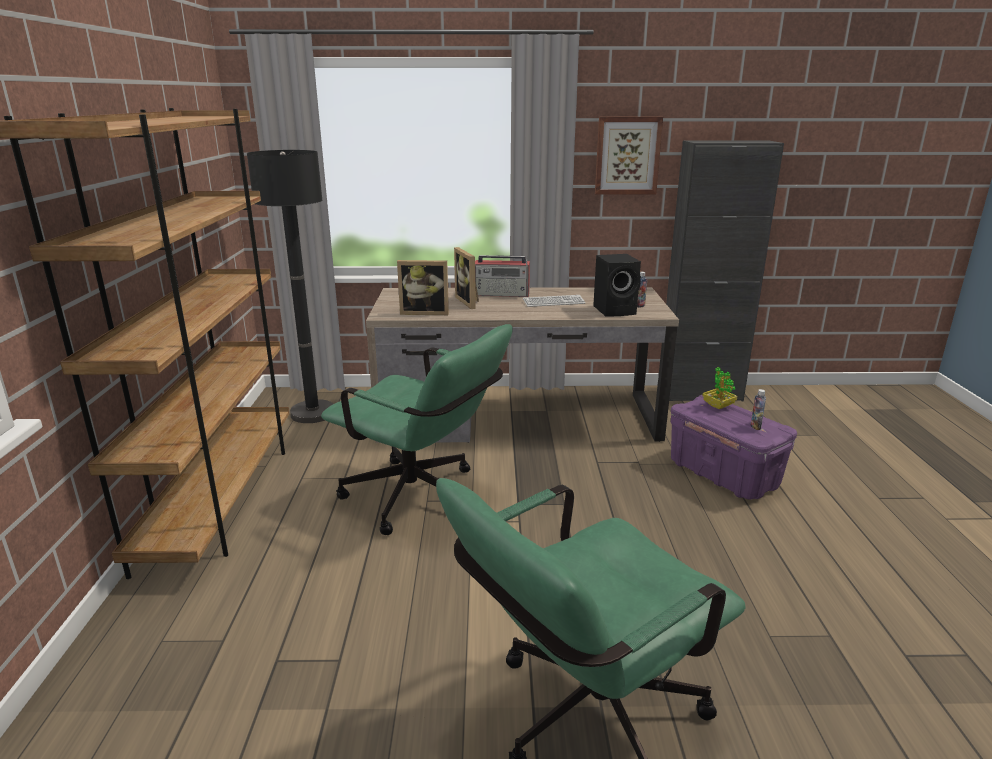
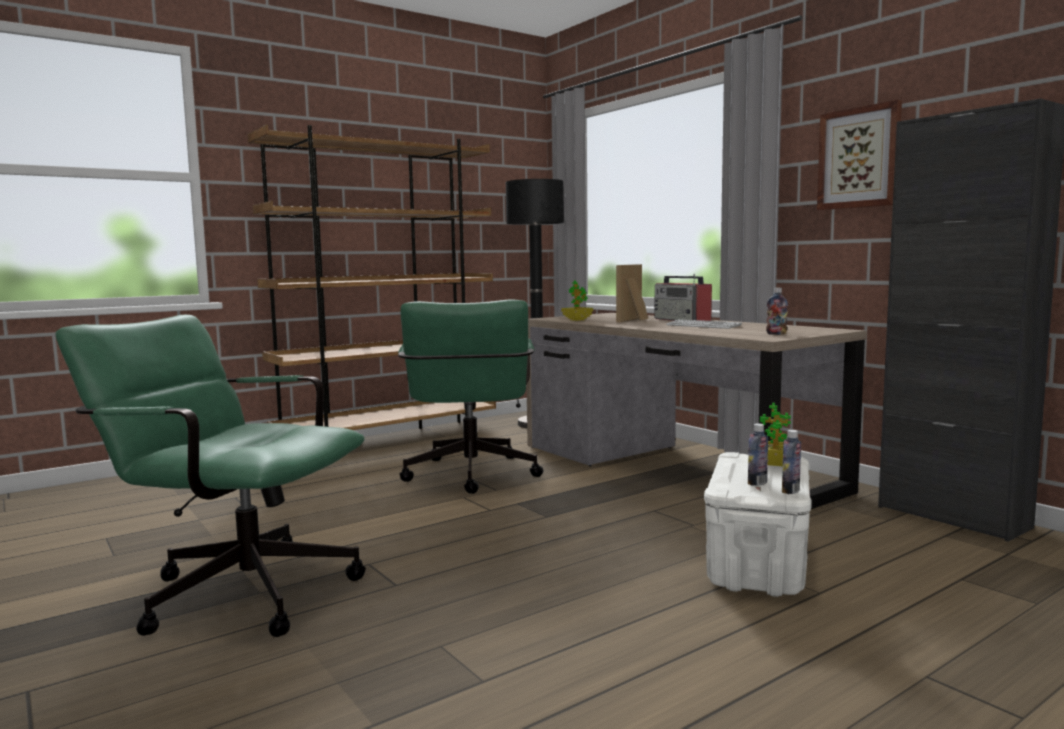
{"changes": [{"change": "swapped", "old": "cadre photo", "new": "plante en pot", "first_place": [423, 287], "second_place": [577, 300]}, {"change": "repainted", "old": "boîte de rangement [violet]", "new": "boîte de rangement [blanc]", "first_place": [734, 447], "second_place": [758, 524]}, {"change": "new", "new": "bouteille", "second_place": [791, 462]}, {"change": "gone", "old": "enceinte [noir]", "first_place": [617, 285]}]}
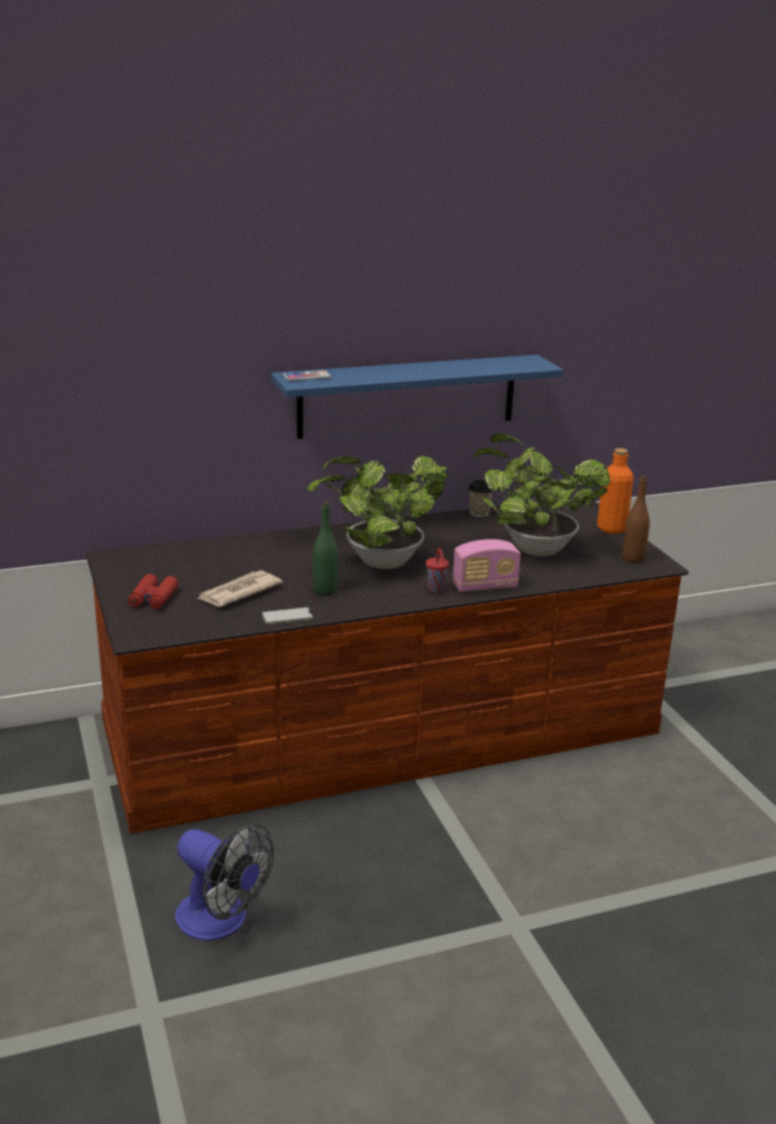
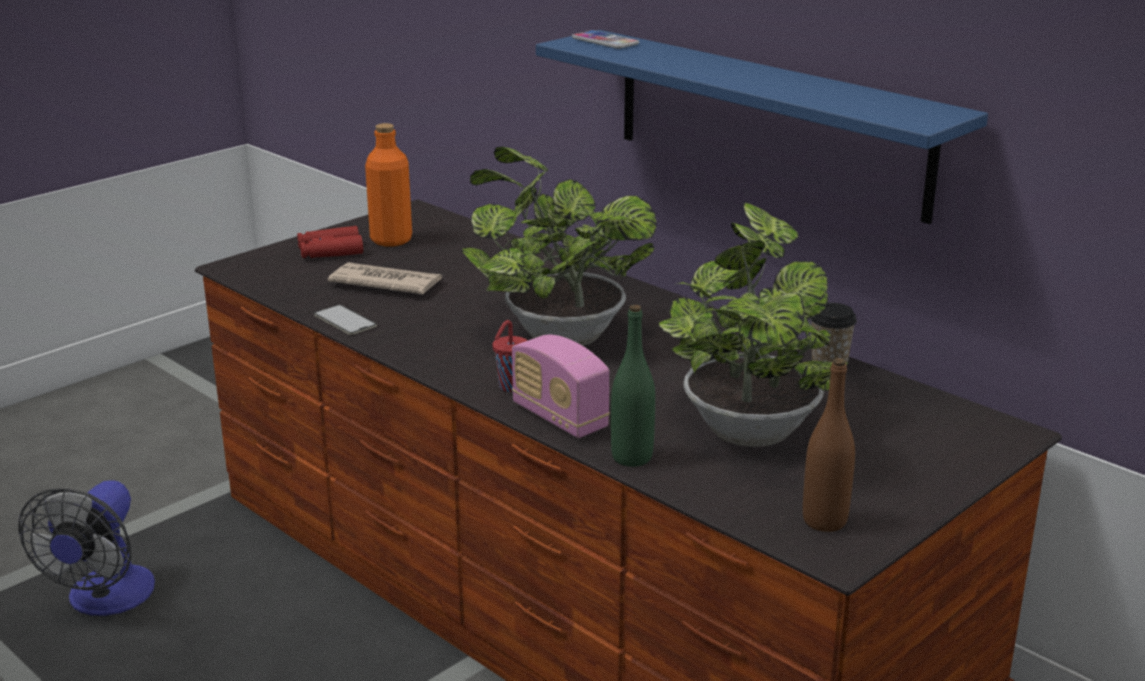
{"changes": [{"change": "shifted", "old": "bouteille [orange]", "first_place": [615, 491], "second_place": [388, 184]}, {"change": "shifted", "old": "bouteille [vert]", "first_place": [325, 548], "second_place": [633, 386]}]}
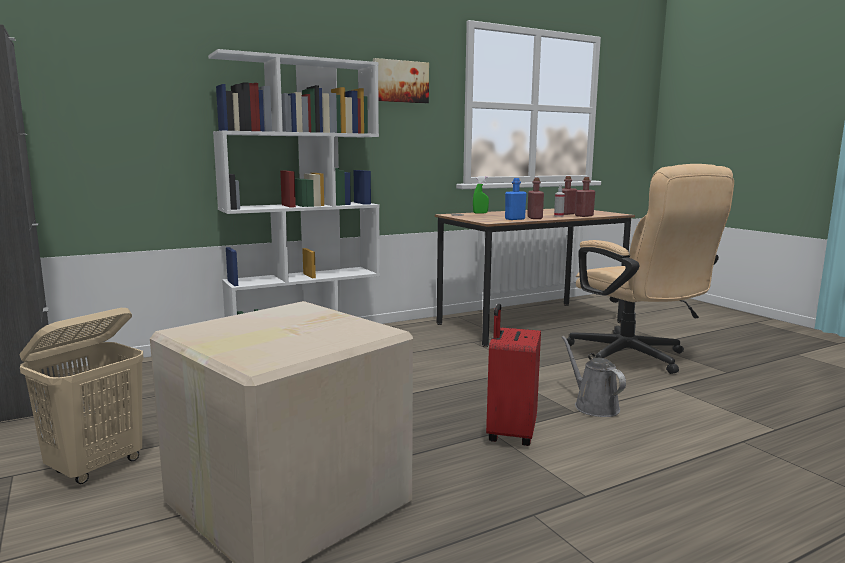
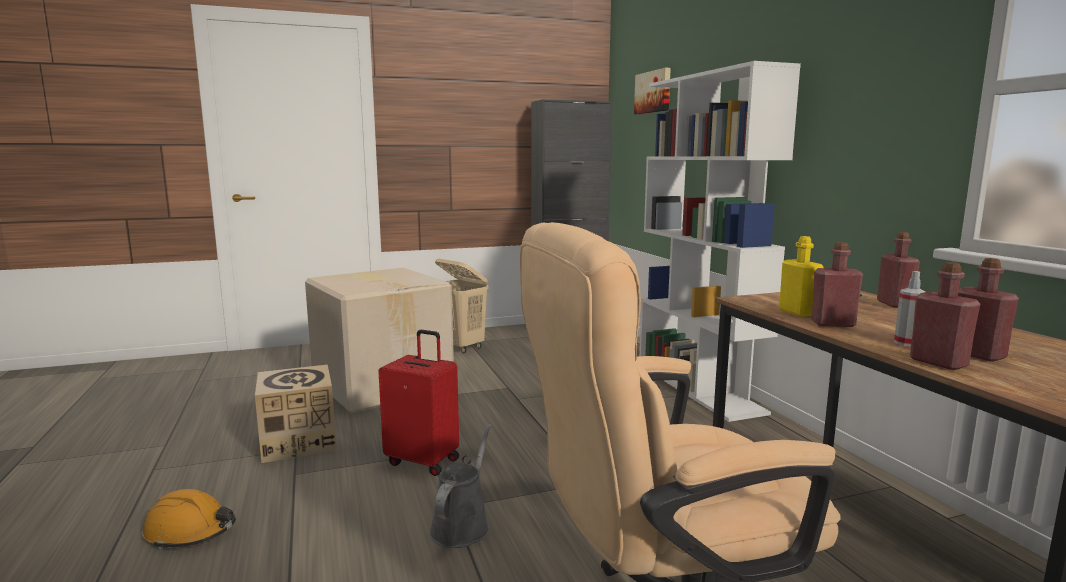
{"changes": [{"change": "new", "new": "casque de chantier [orange]", "second_place": [189, 519]}, {"change": "new", "new": "carton", "second_place": [296, 413]}, {"change": "rotated", "old": "arrosoir [gris]", "first_place": [594, 376], "second_place": [460, 486], "degrees": -60}, {"change": "shifted", "old": "tableau", "first_place": [401, 80], "second_place": [652, 91]}, {"change": "repainted", "old": "bouteille [bleu]", "new": "bouteille [jaune]", "first_place": [516, 199], "second_place": [801, 276]}, {"change": "swapped", "old": "vaporisateur [vert]", "new": "bouteille [rouge]", "first_place": [481, 194], "second_place": [898, 270]}]}
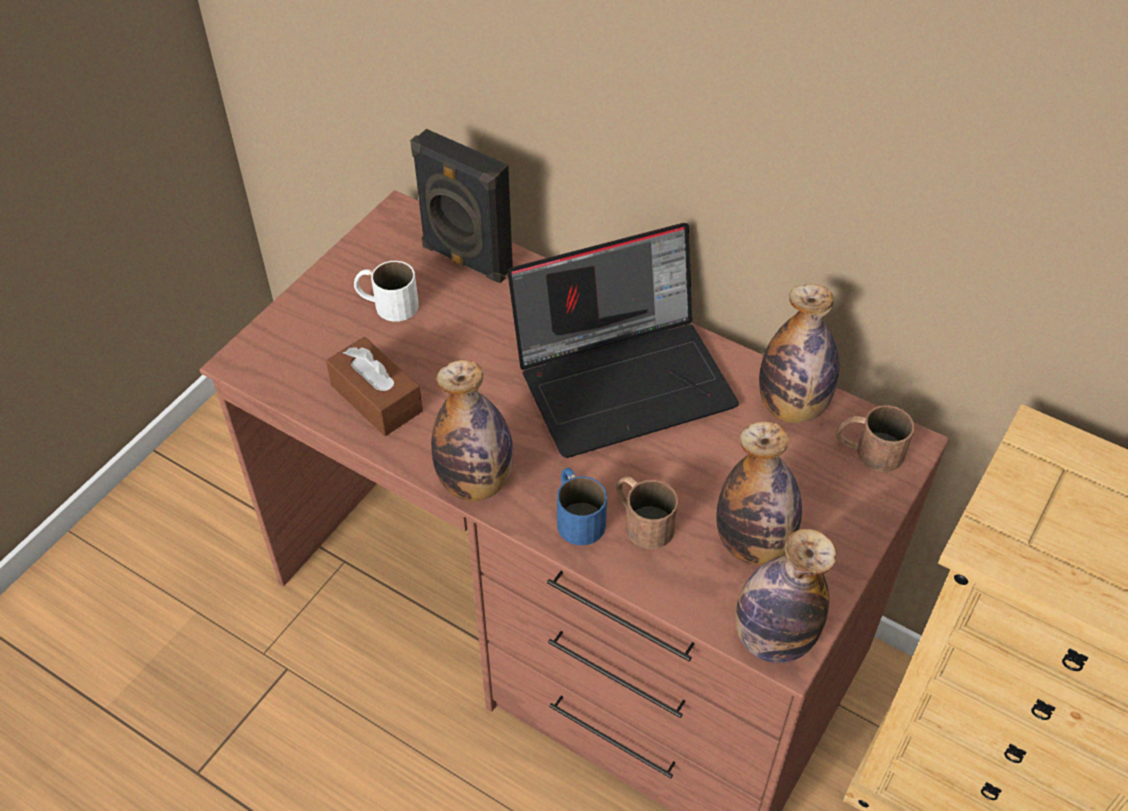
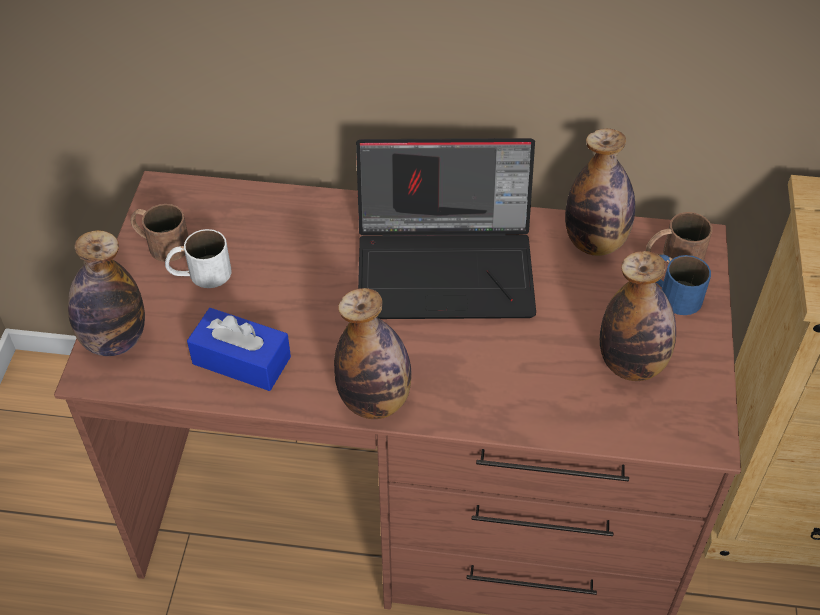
{"changes": [{"change": "shifted", "old": "bouteille", "first_place": [785, 596], "second_place": [106, 293]}, {"change": "shifted", "old": "mug [marron]", "first_place": [647, 512], "second_place": [159, 233]}, {"change": "repainted", "old": "boîte à mouchoirs [marron]", "new": "boîte à mouchoirs [bleu]", "first_place": [374, 386], "second_place": [239, 349]}, {"change": "rotated", "old": "ordinateur portable", "first_place": [623, 340], "second_place": [446, 228], "degrees": 45}, {"change": "shifted", "old": "mug [bleu]", "first_place": [582, 506], "second_place": [683, 285]}, {"change": "gone", "old": "enceinte [noir]", "first_place": [461, 206]}]}
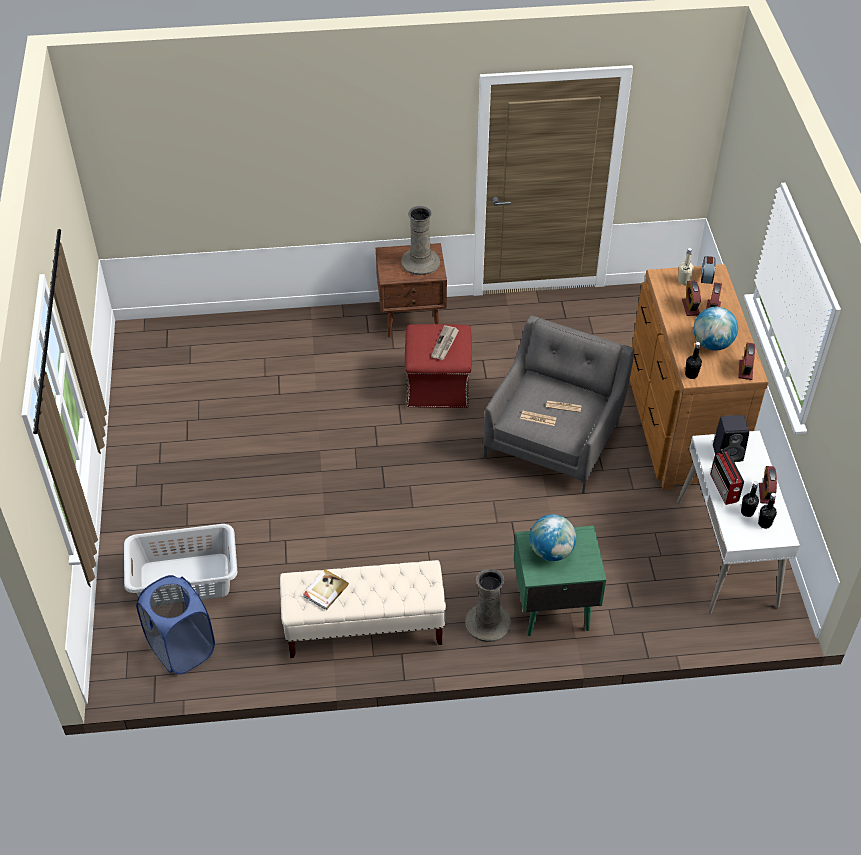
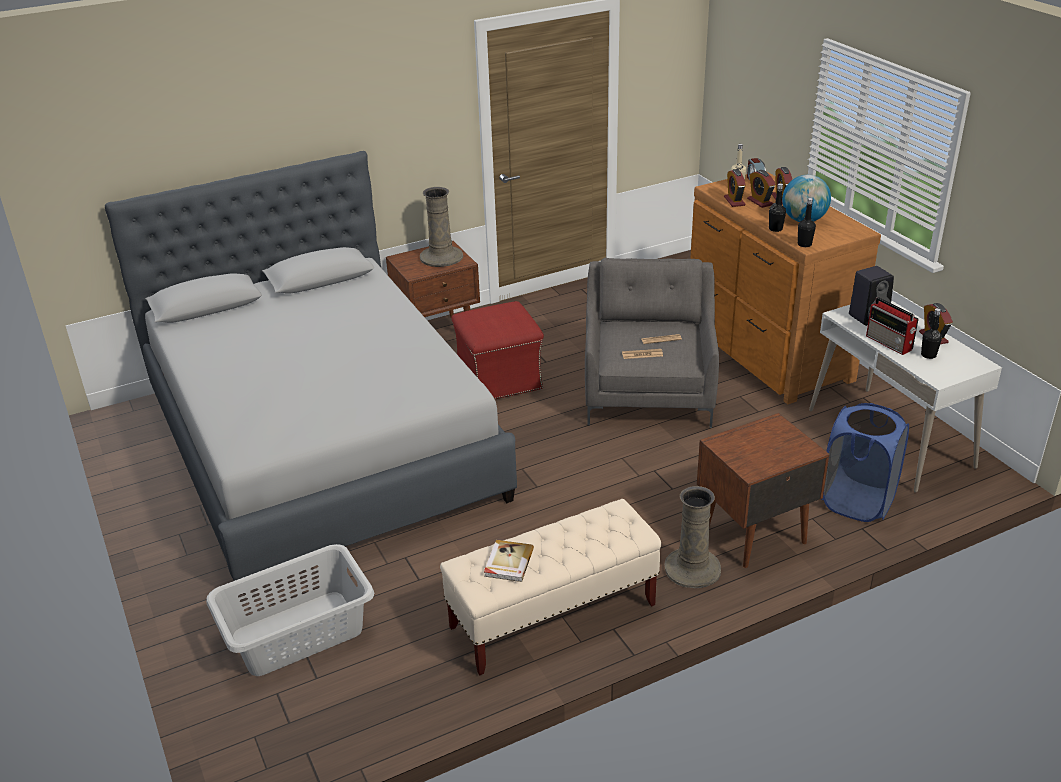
{"changes": [{"change": "new", "new": "lit [gris]", "second_place": [311, 372]}, {"change": "repainted", "old": "table de chevet [vert]", "new": "table de chevet [marron]", "first_place": [560, 581], "second_place": [763, 490]}, {"change": "shifted", "old": "réveil", "first_place": [746, 361], "second_place": [735, 188]}, {"change": "shifted", "old": "bouteille [noir]", "first_place": [767, 511], "second_place": [777, 207]}, {"change": "shifted", "old": "panier à linge [bleu]", "first_place": [175, 624], "second_place": [865, 462]}, {"change": "gone", "old": "journal", "first_place": [445, 342]}, {"change": "gone", "old": "globe", "first_place": [553, 537]}]}
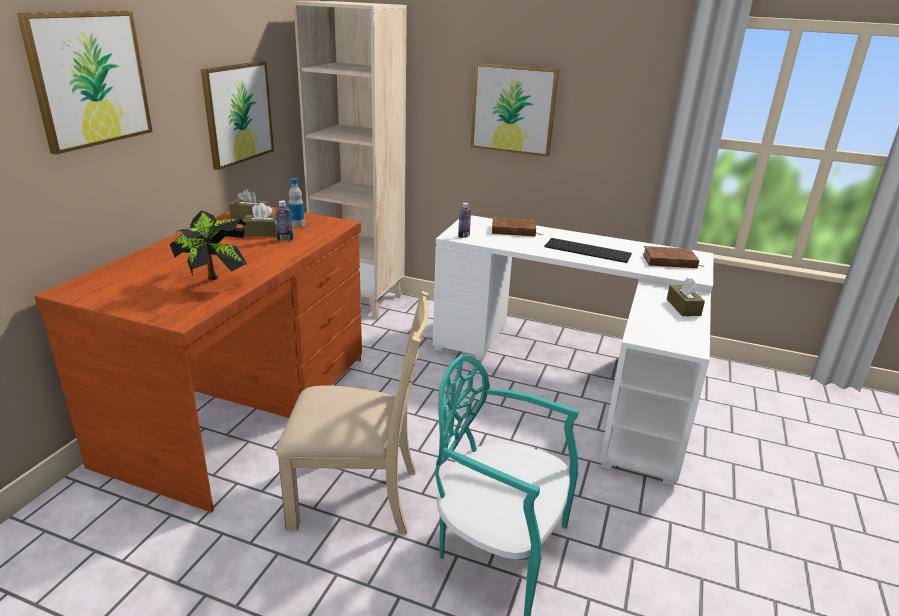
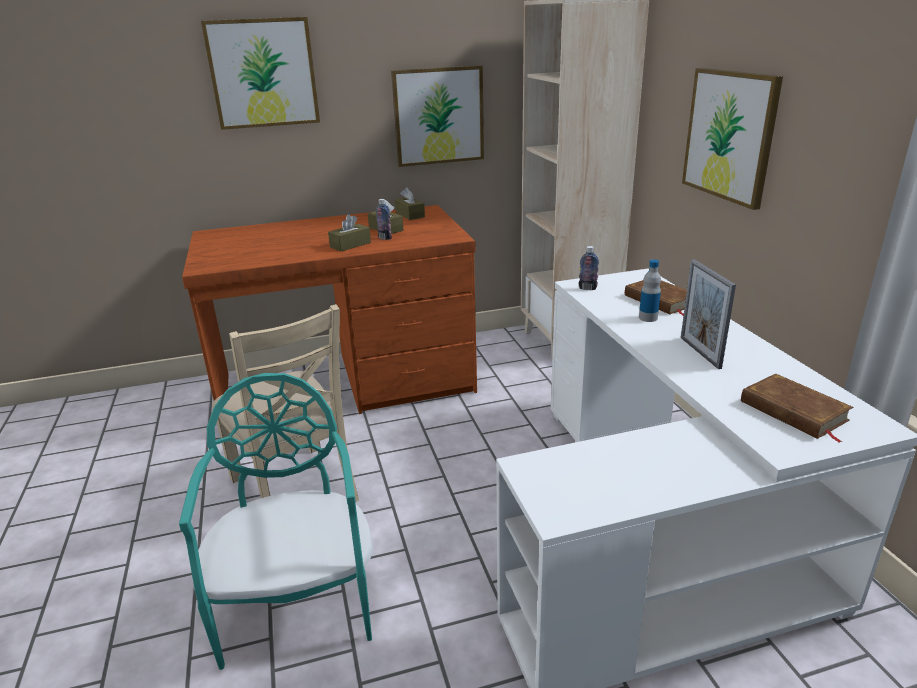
{"changes": [{"change": "shifted", "old": "boîte à mouchoirs [marron]", "first_place": [686, 297], "second_place": [349, 232]}, {"change": "shifted", "old": "bouteille", "first_place": [297, 202], "second_place": [650, 290]}, {"change": "swapped", "old": "clavier", "new": "cadre photo", "first_place": [588, 250], "second_place": [708, 314]}, {"change": "gone", "old": "plante en pot", "first_place": [208, 245]}]}
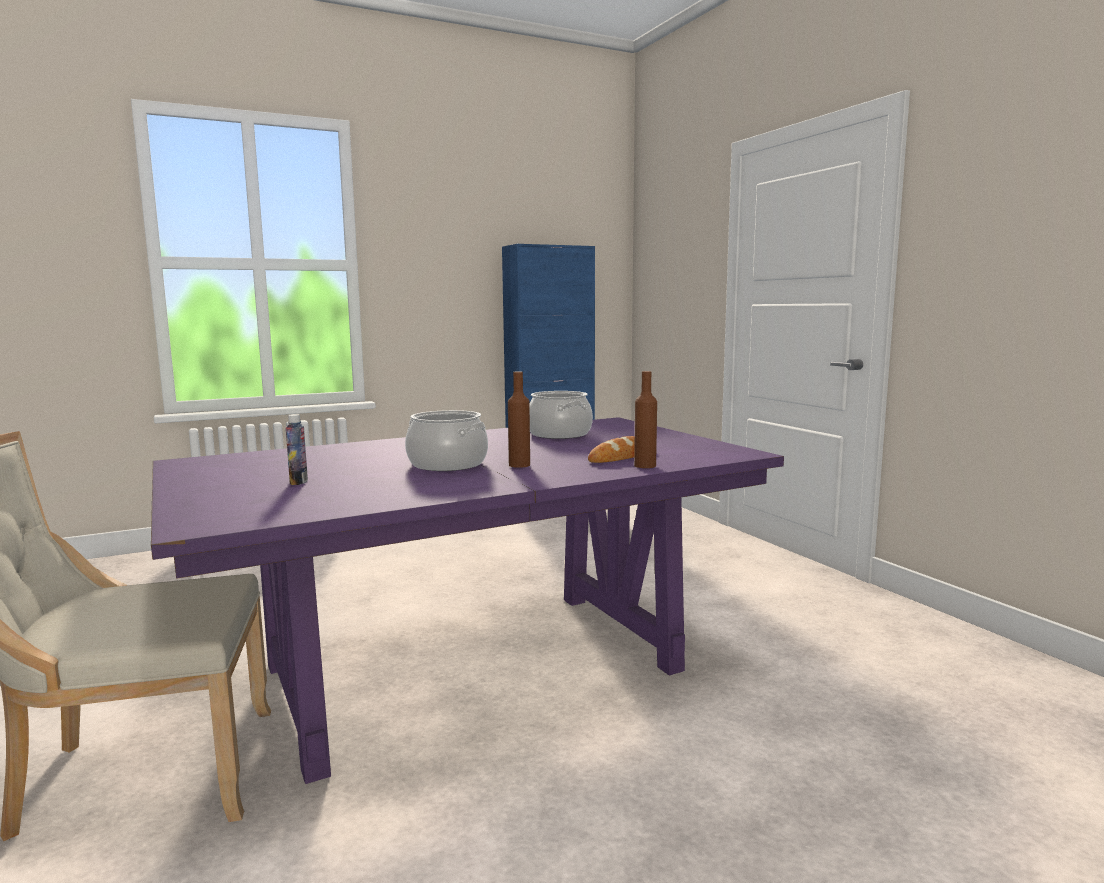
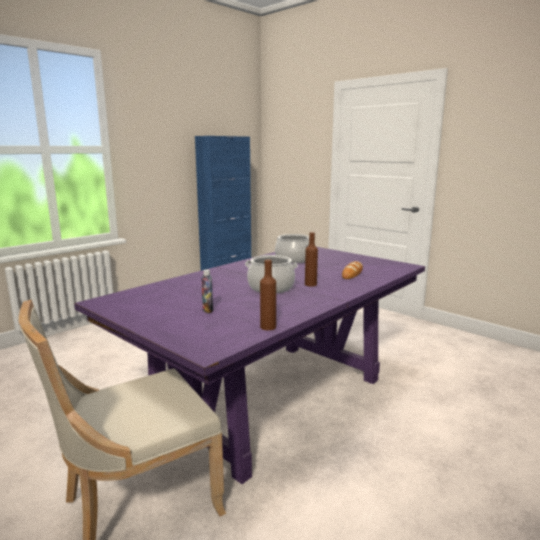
{"changes": [{"change": "shifted", "old": "bouteille [marron]", "first_place": [645, 419], "second_place": [268, 295]}]}
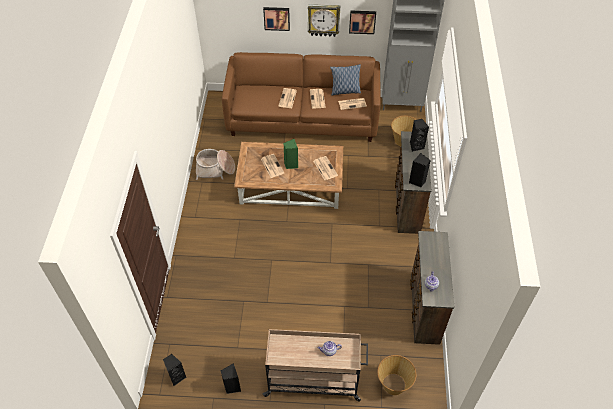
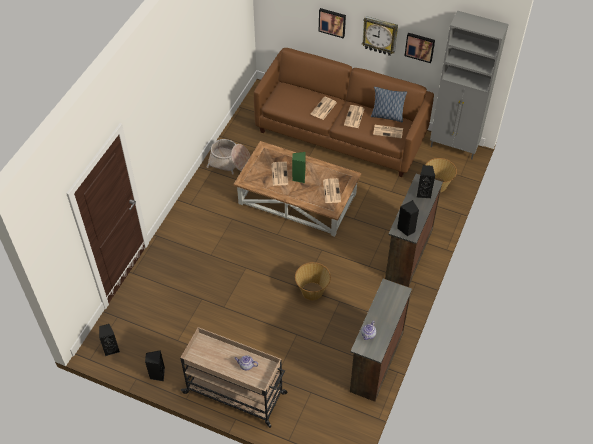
{"changes": [{"change": "shifted", "old": "panier", "first_place": [396, 375], "second_place": [313, 281]}]}
